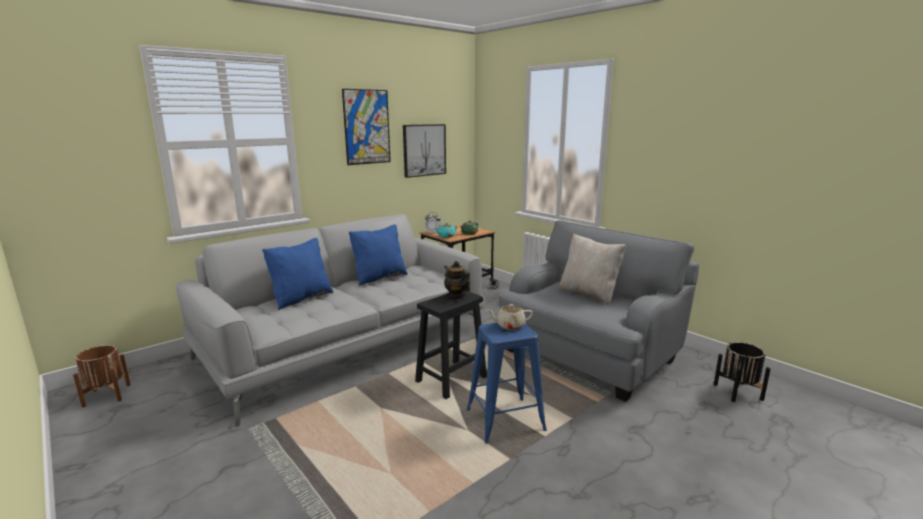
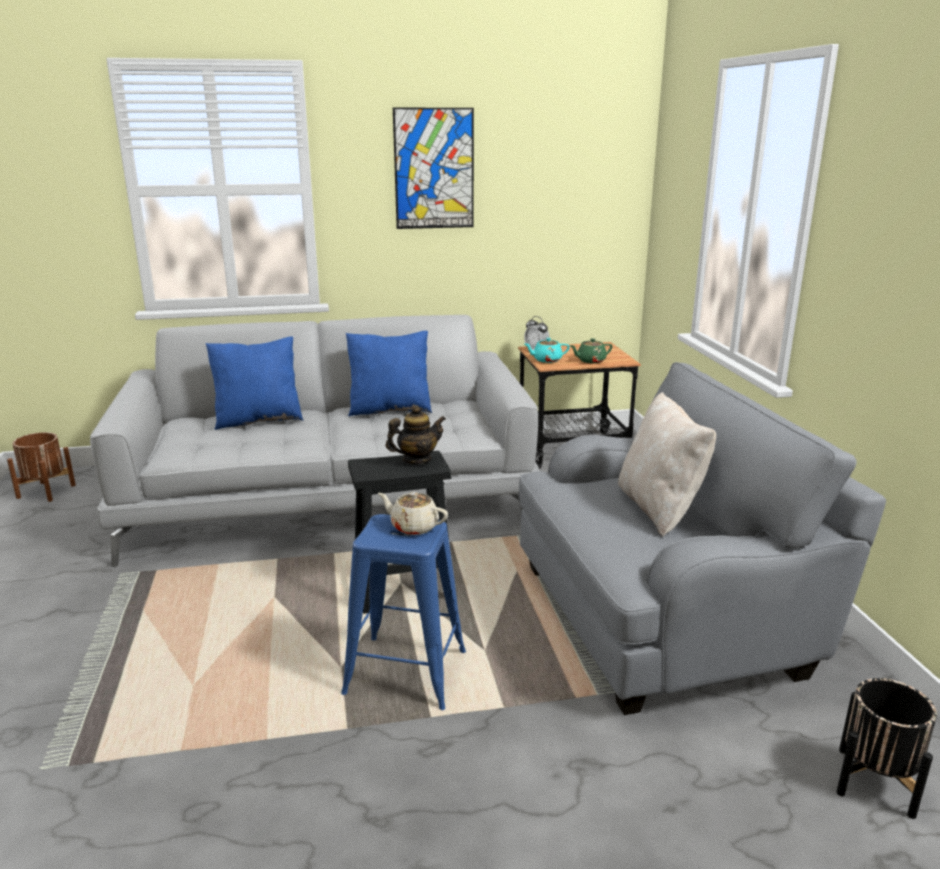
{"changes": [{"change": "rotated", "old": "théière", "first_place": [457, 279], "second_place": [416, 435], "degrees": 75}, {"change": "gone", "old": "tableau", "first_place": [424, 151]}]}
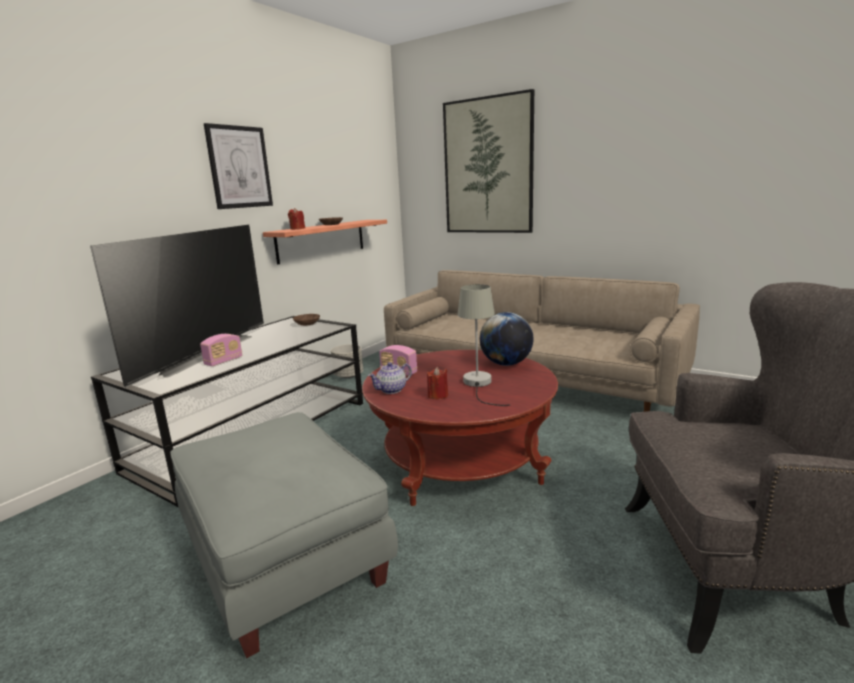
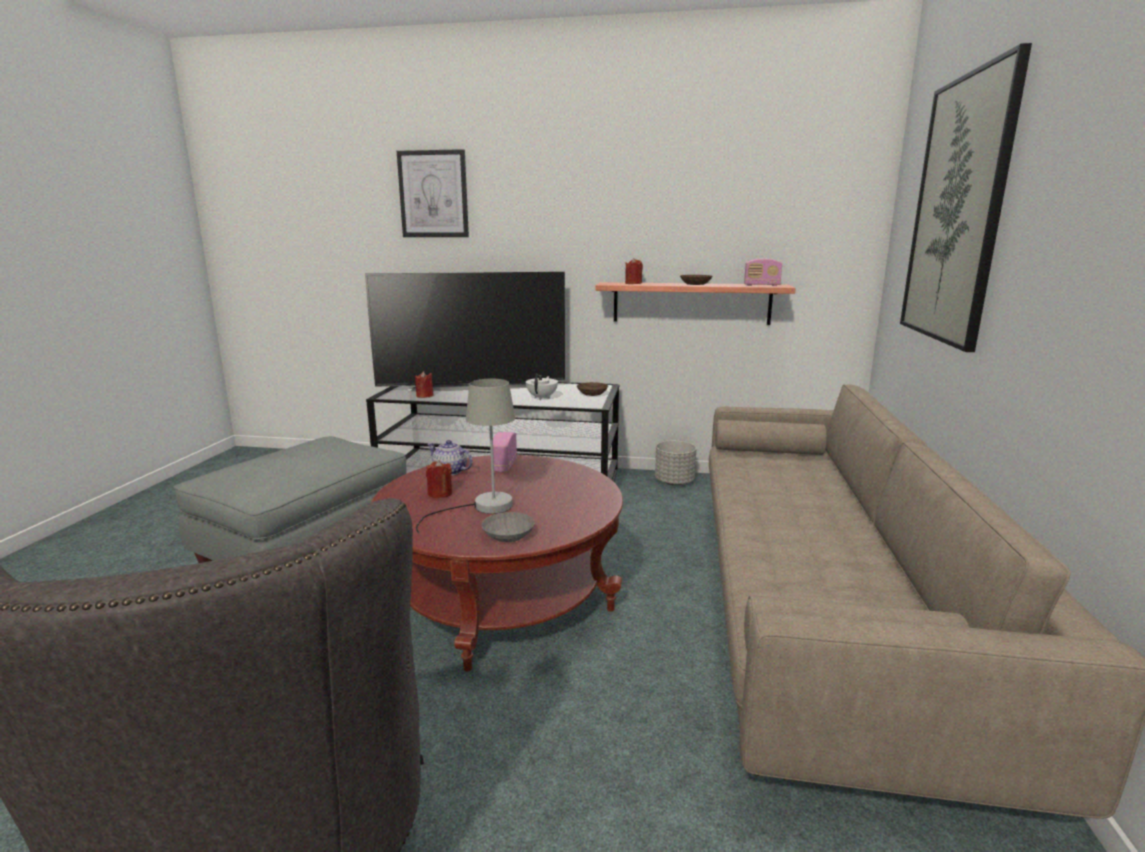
{"changes": [{"change": "shifted", "old": "tableau", "first_place": [238, 166], "second_place": [433, 193]}, {"change": "new", "new": "bougie [rouge]", "second_place": [424, 384]}, {"change": "new", "new": "bol [gris]", "second_place": [508, 527]}, {"change": "new", "new": "théière [blanc]", "second_place": [542, 387]}, {"change": "shifted", "old": "radio", "first_place": [221, 350], "second_place": [763, 272]}, {"change": "gone", "old": "globe", "first_place": [506, 339]}]}
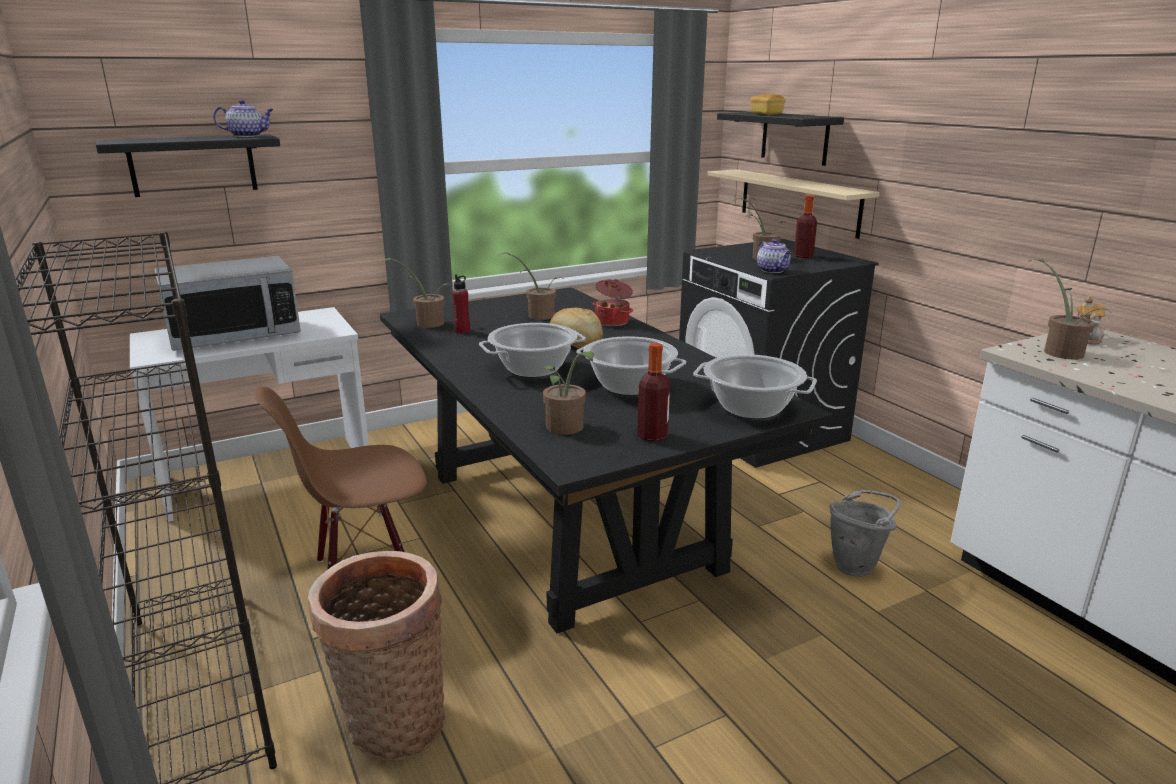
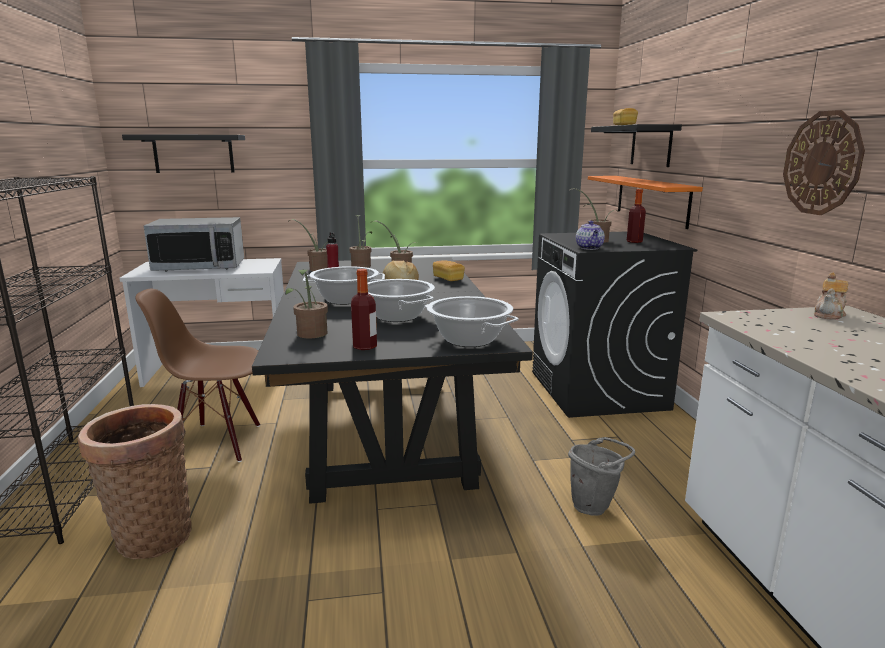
{"changes": [{"change": "shifted", "old": "plante en pot", "first_place": [1069, 309], "second_place": [360, 241]}, {"change": "swapped", "old": "marmite", "new": "pain", "first_place": [613, 302], "second_place": [449, 270]}, {"change": "repainted", "old": "étagère [beige]", "new": "étagère [orange]", "first_place": [793, 204], "second_place": [645, 202]}, {"change": "new", "new": "horloge murale", "second_place": [824, 162]}, {"change": "gone", "old": "théière", "first_place": [243, 118]}]}
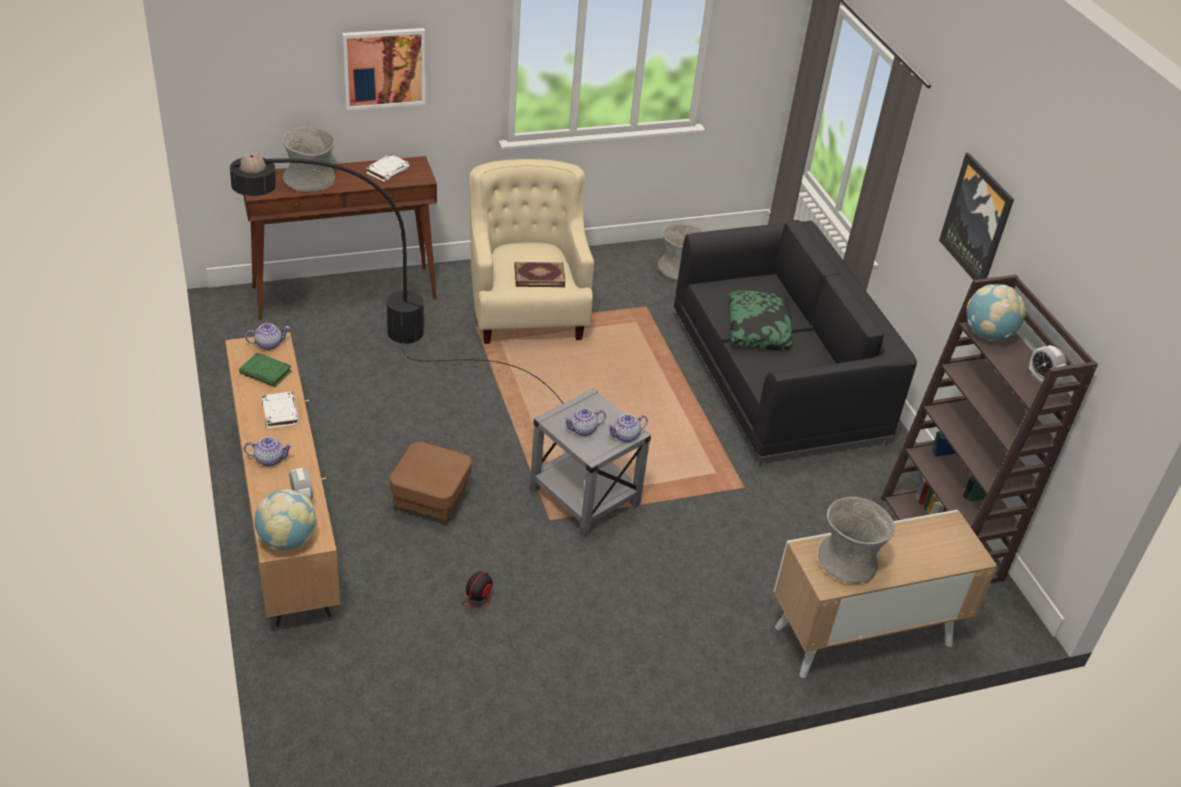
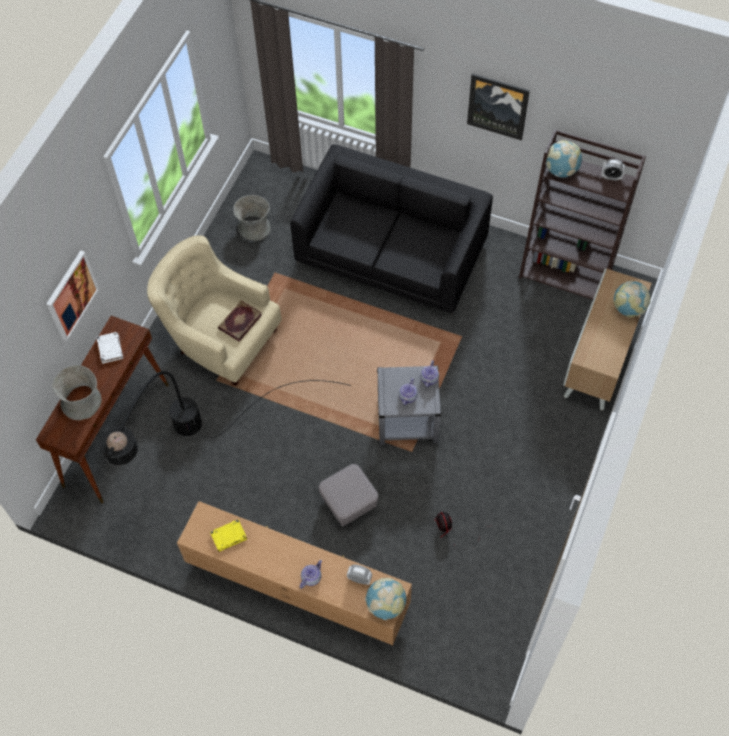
{"changes": [{"change": "repainted", "old": "livre [vert]", "new": "livre [jaune]", "first_place": [265, 370], "second_place": [228, 535]}, {"change": "repainted", "old": "pouf [marron]", "new": "pouf [gris]", "first_place": [431, 483], "second_place": [348, 495]}, {"change": "new", "new": "globe", "second_place": [632, 299]}, {"change": "gone", "old": "théière", "first_place": [267, 336]}, {"change": "gone", "old": "livre [blanc]", "first_place": [280, 410]}, {"change": "gone", "old": "coussin", "first_place": [760, 320]}, {"change": "gone", "old": "vase [gris]", "first_place": [856, 540]}]}
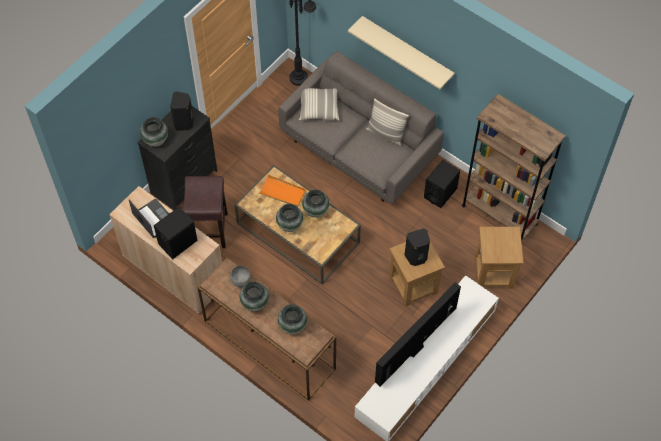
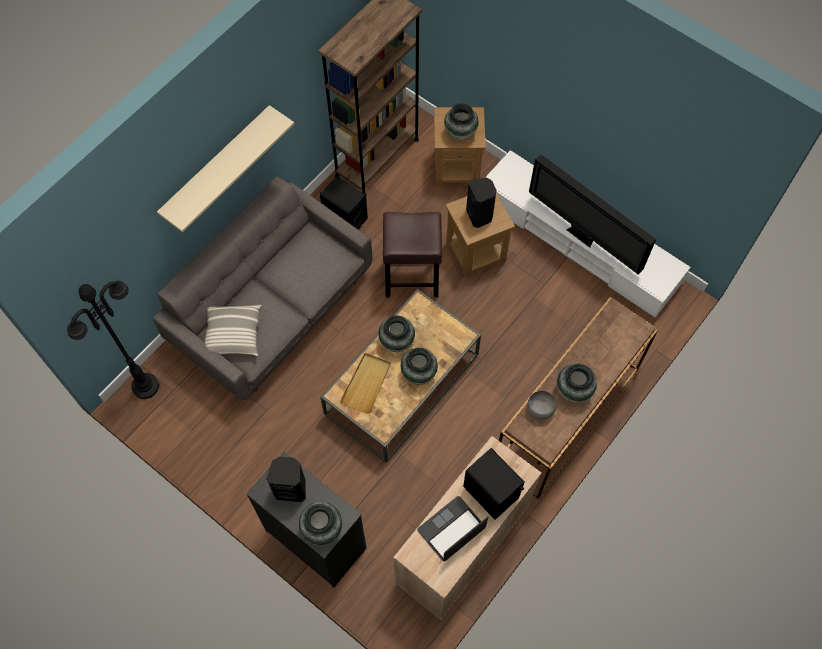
{"changes": [{"change": "repainted", "old": "plateau [orange]", "new": "plateau [beige]", "first_place": [282, 191], "second_place": [365, 383]}, {"change": "shifted", "old": "tabouret [marron]", "first_place": [205, 212], "second_place": [412, 254]}, {"change": "shifted", "old": "vase", "first_place": [292, 319], "second_place": [461, 122]}, {"change": "gone", "old": "coussin", "first_place": [387, 122]}]}
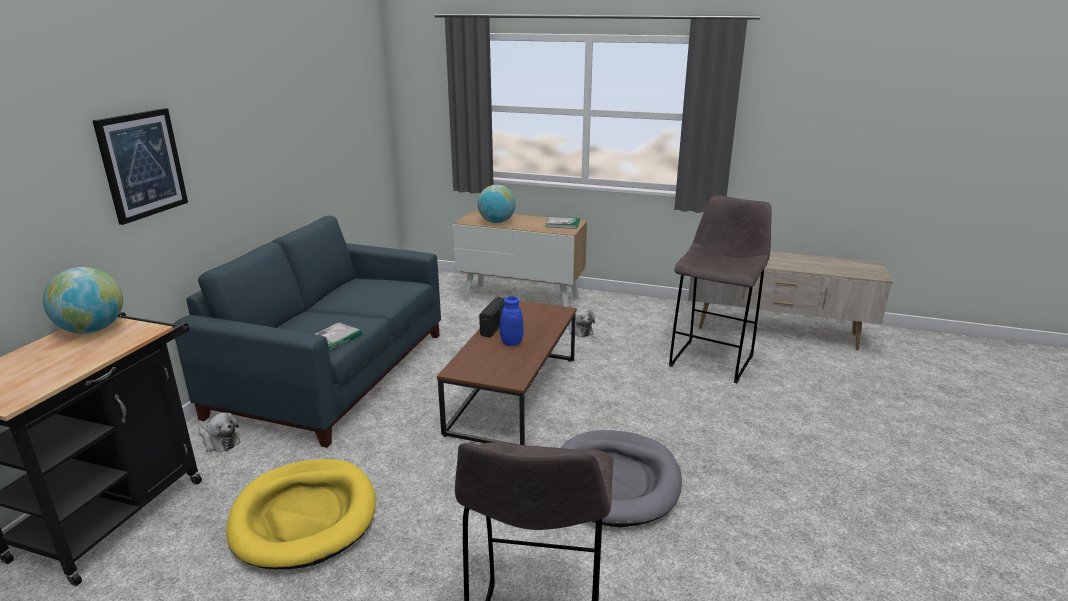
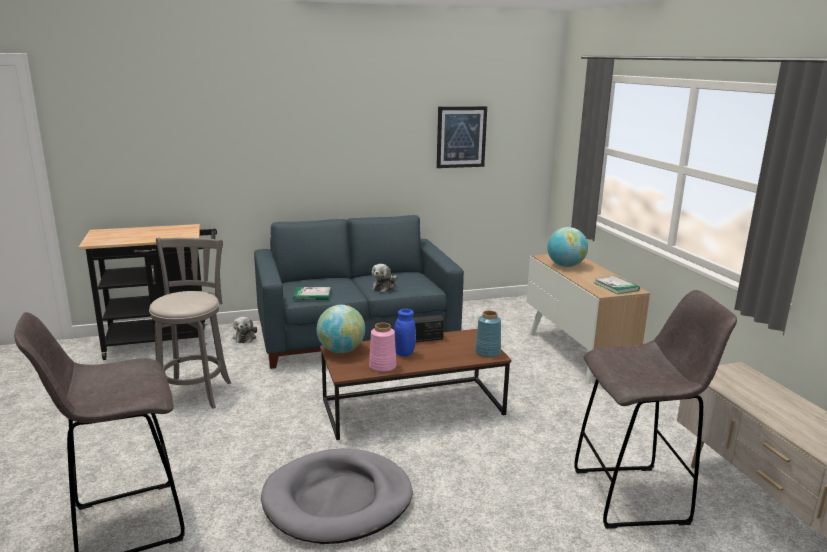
{"changes": [{"change": "swapped", "old": "panier pour chien [jaune]", "new": "tabouret [gris]", "first_place": [301, 514], "second_place": [190, 323]}, {"change": "shifted", "old": "globe", "first_place": [83, 300], "second_place": [341, 329]}, {"change": "new", "new": "vase [rose]", "second_place": [383, 347]}, {"change": "shifted", "old": "peluche", "first_place": [582, 323], "second_place": [384, 278]}, {"change": "shifted", "old": "tableau", "first_place": [140, 166], "second_place": [461, 137]}, {"change": "new", "new": "vase [bleu]", "second_place": [488, 333]}]}
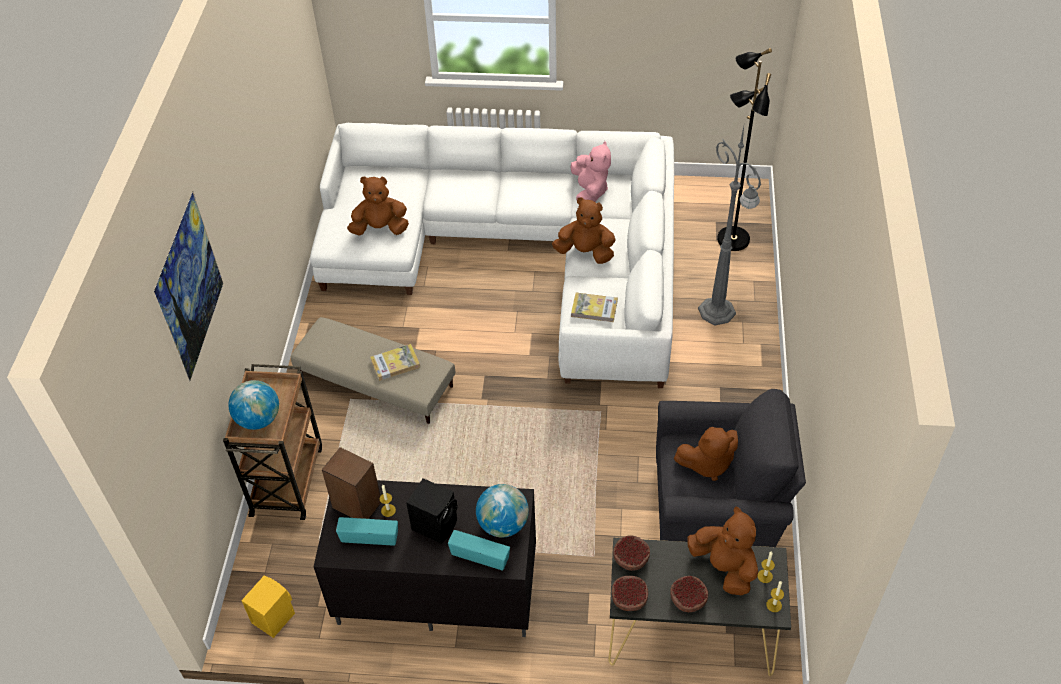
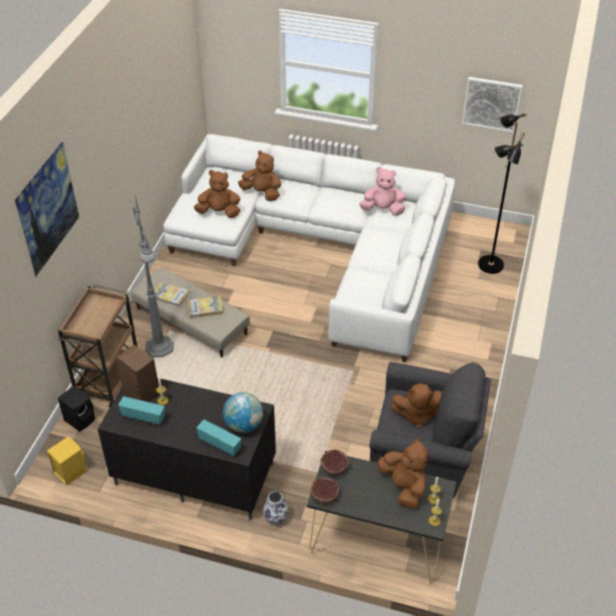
{"changes": [{"change": "shifted", "old": "enceinte [noir]", "first_place": [432, 511], "second_place": [76, 408]}, {"change": "shifted", "old": "lampadaire [gris]", "first_place": [729, 226], "second_place": [153, 276]}, {"change": "shifted", "old": "livre", "first_place": [594, 307], "second_place": [172, 294]}, {"change": "shifted", "old": "peluche [marron]", "first_place": [584, 230], "second_place": [259, 176]}, {"change": "new", "new": "vase", "second_place": [275, 508]}, {"change": "rotated", "old": "peluche [rose]", "first_place": [591, 171], "second_place": [382, 191], "degrees": -90}, {"change": "new", "new": "tableau", "second_place": [492, 105]}, {"change": "gone", "old": "globe", "first_place": [254, 405]}, {"change": "gone", "old": "bol", "first_place": [689, 594]}]}
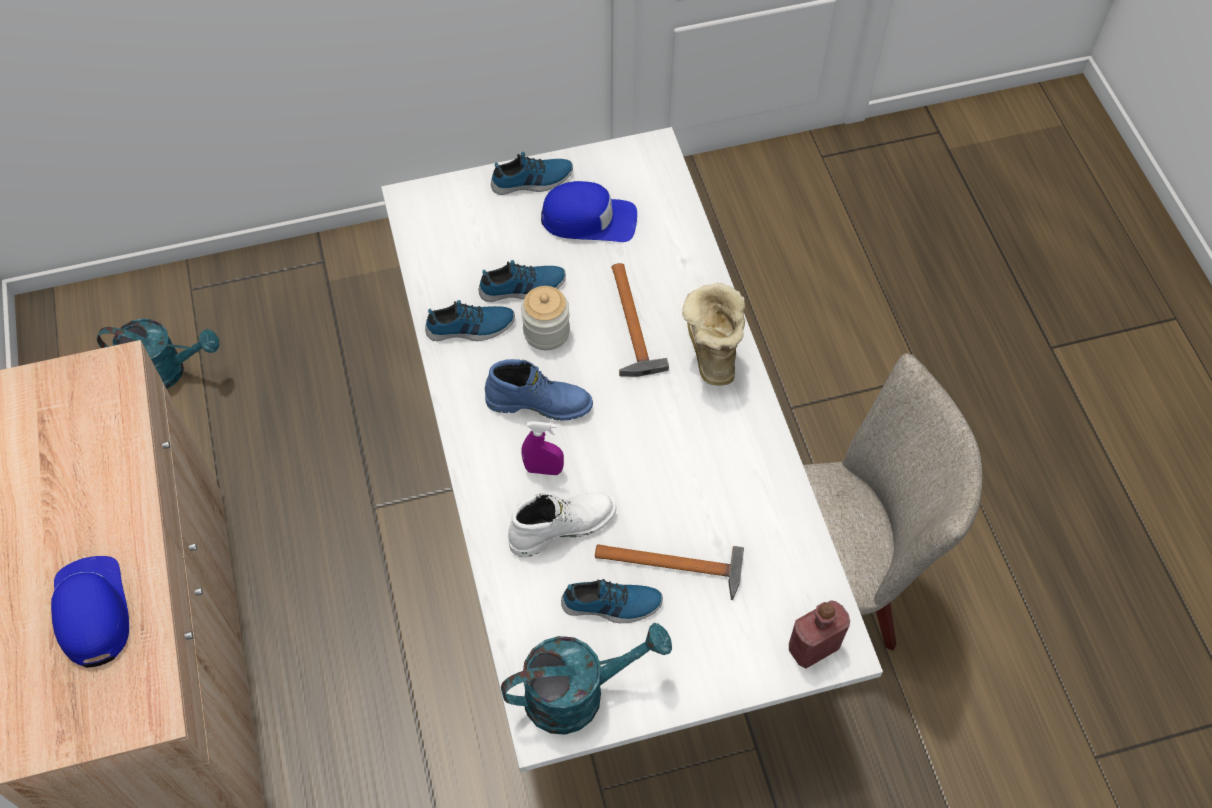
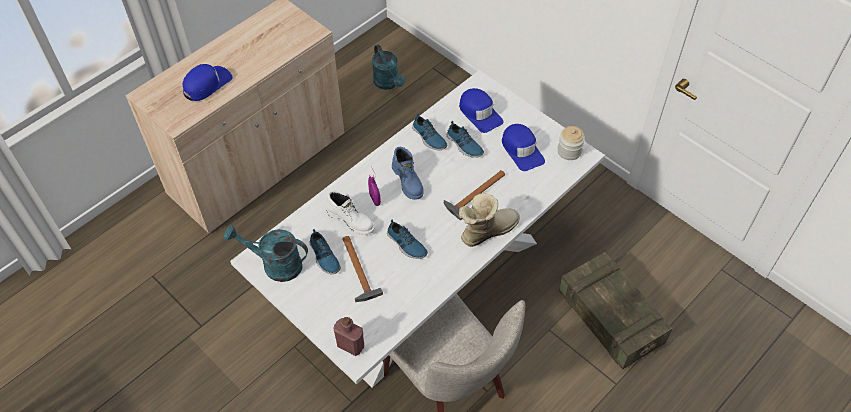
{"changes": [{"change": "rotated", "old": "arrosoir [turquoise]", "first_place": [586, 679], "second_place": [266, 253], "degrees": 150}, {"change": "shifted", "old": "chaussure", "first_place": [532, 173], "second_place": [407, 239]}, {"change": "new", "new": "casquette [bleu]", "second_place": [481, 110]}, {"change": "shifted", "old": "bocal", "first_place": [545, 318], "second_place": [571, 143]}, {"change": "new", "new": "caisse", "second_place": [615, 310]}]}
